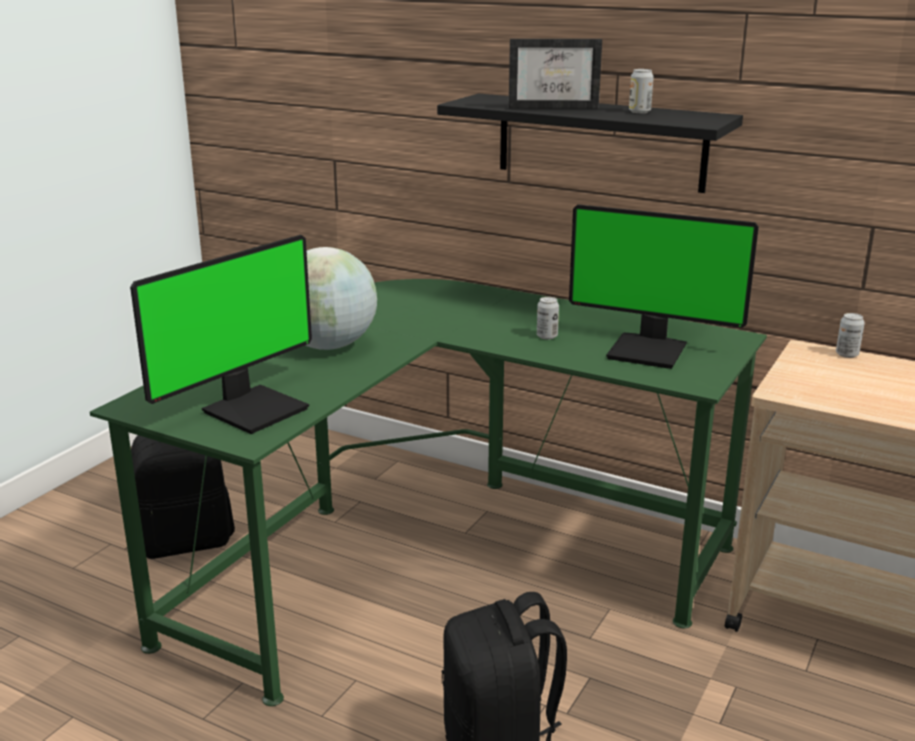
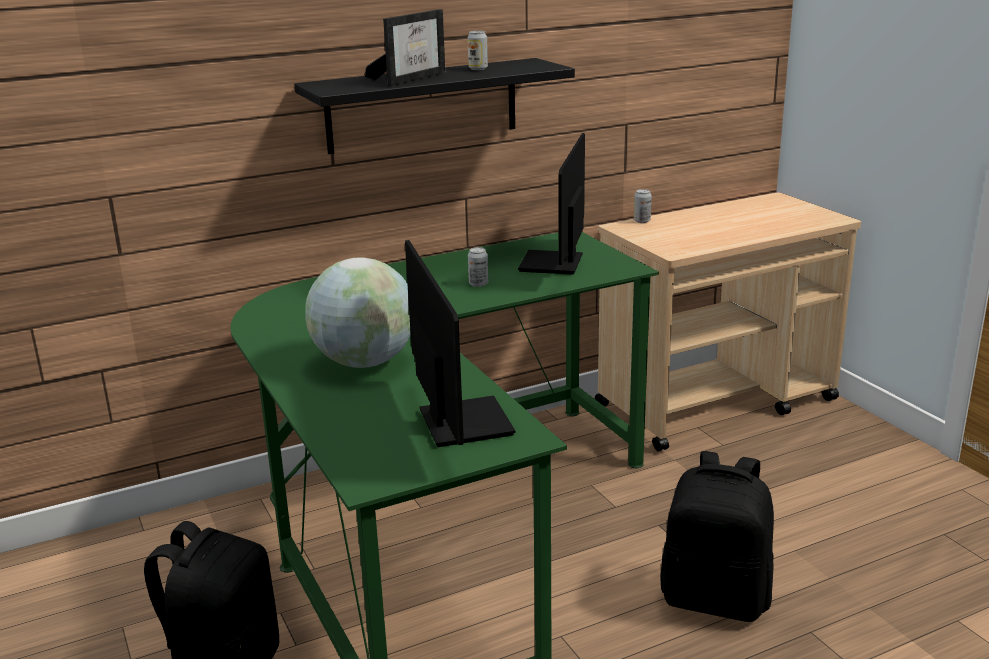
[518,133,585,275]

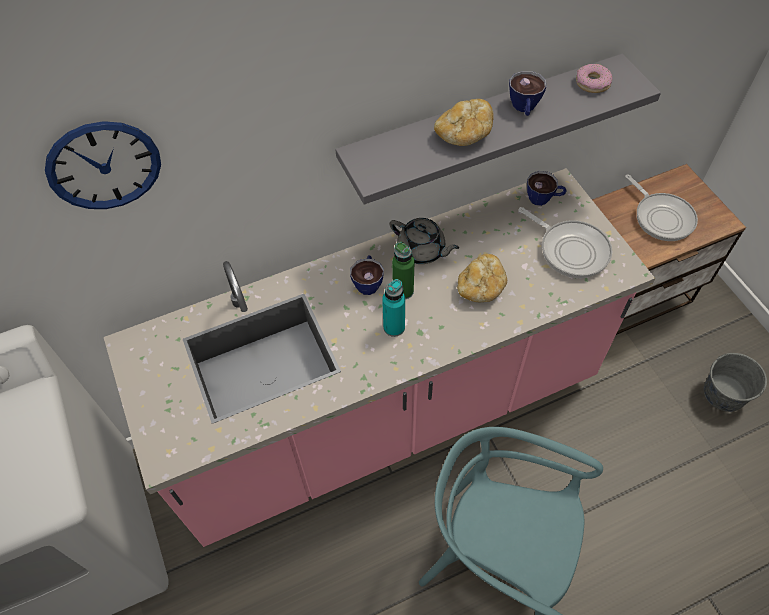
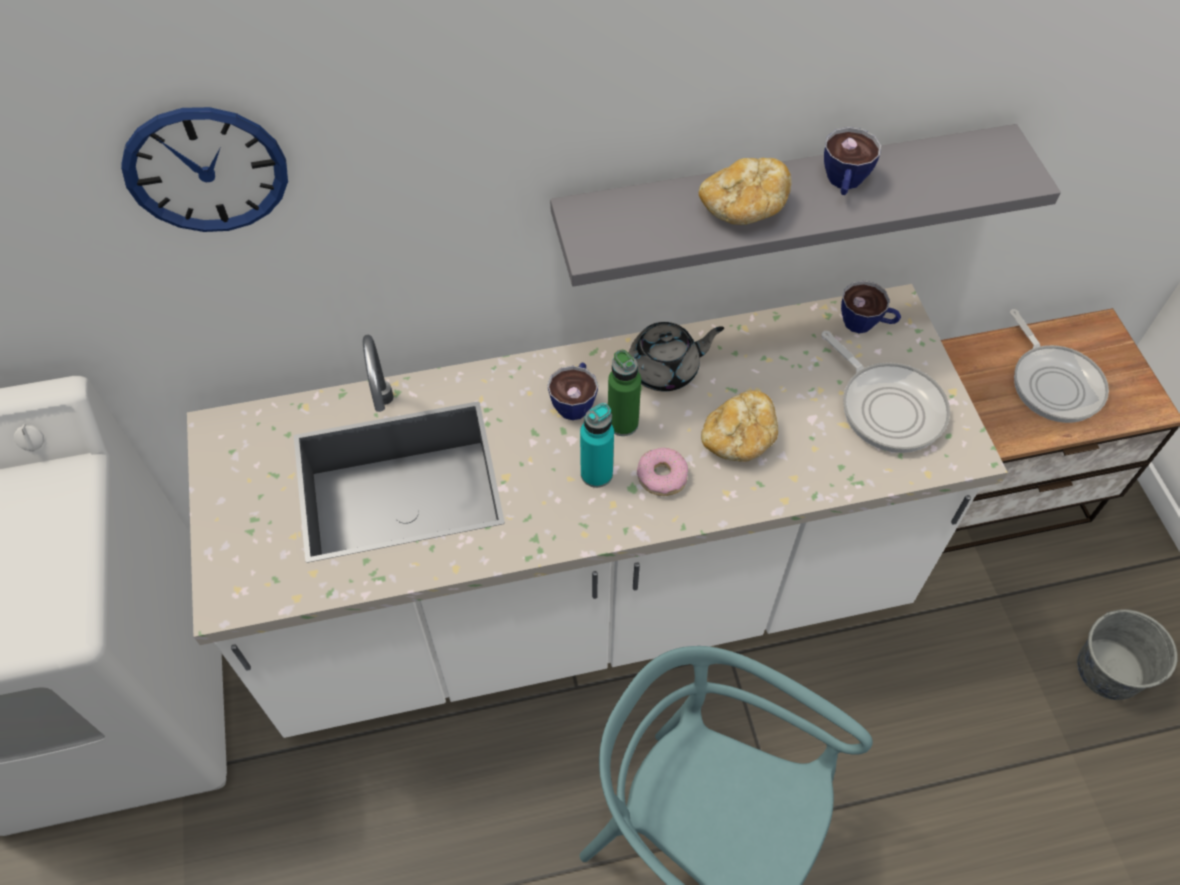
[637,448,688,496]
[187,284,1008,738]
[628,322,724,391]

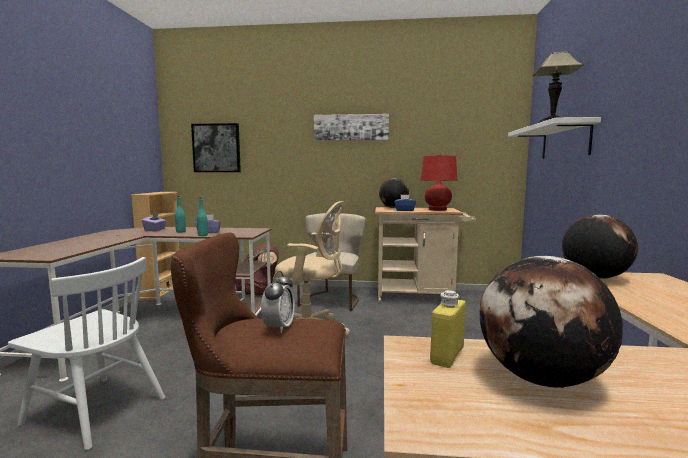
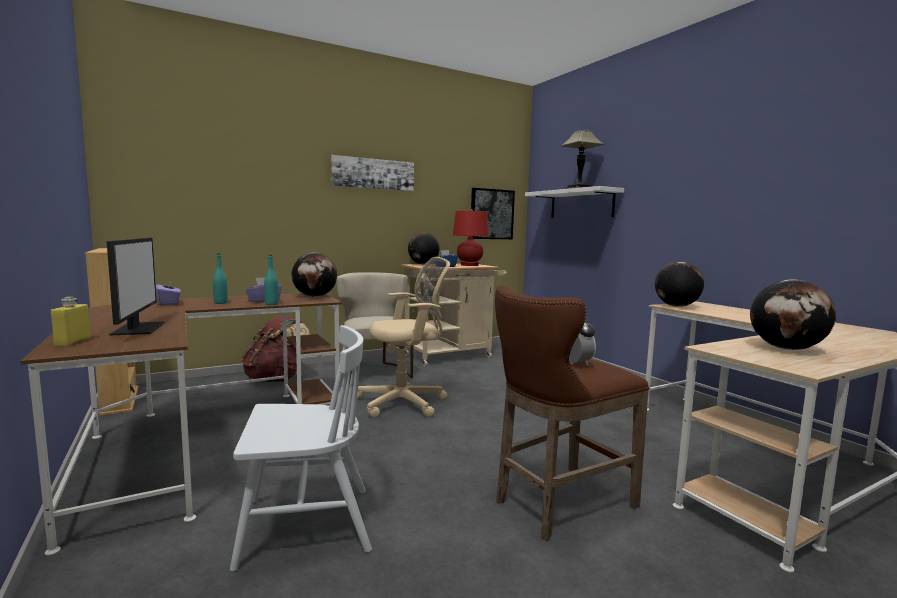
[107,238,165,336]
[292,252,337,297]
[471,188,515,239]
[51,297,91,346]

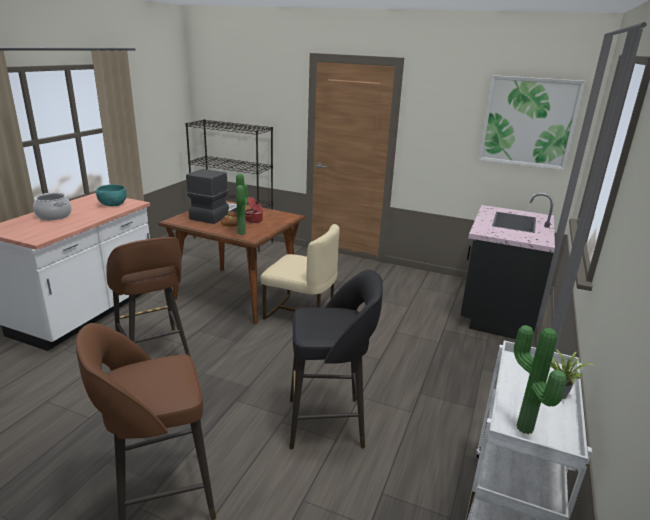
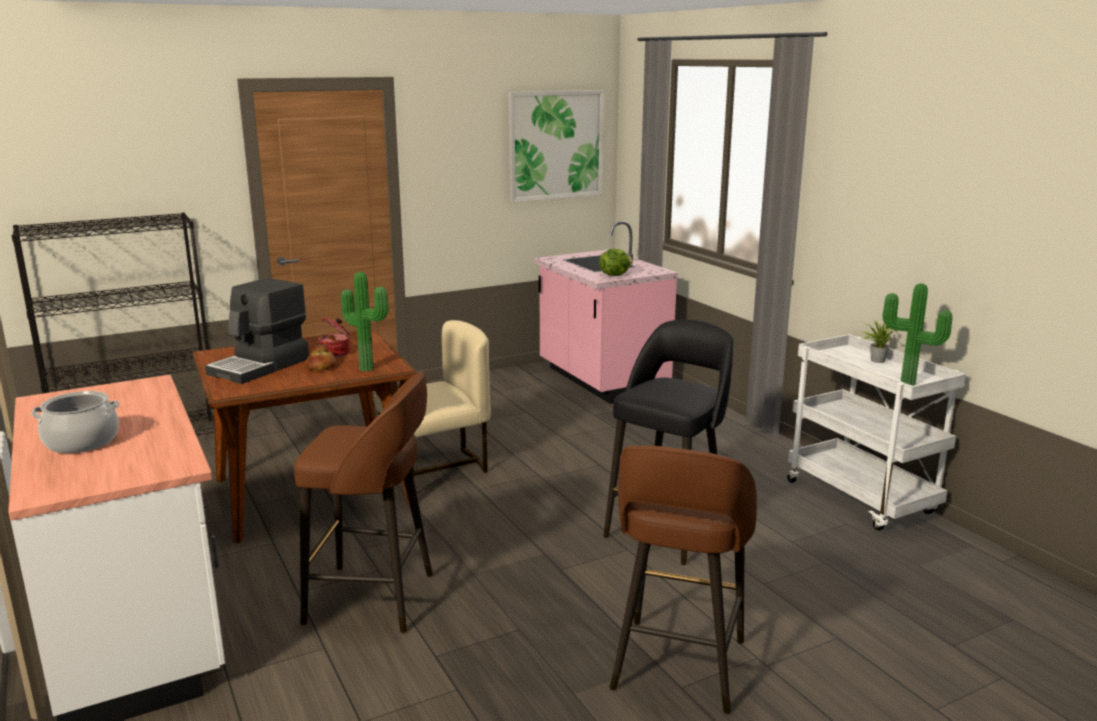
[96,185,127,206] (first image)
[599,249,633,276]
[534,221,678,404]
[205,278,309,384]

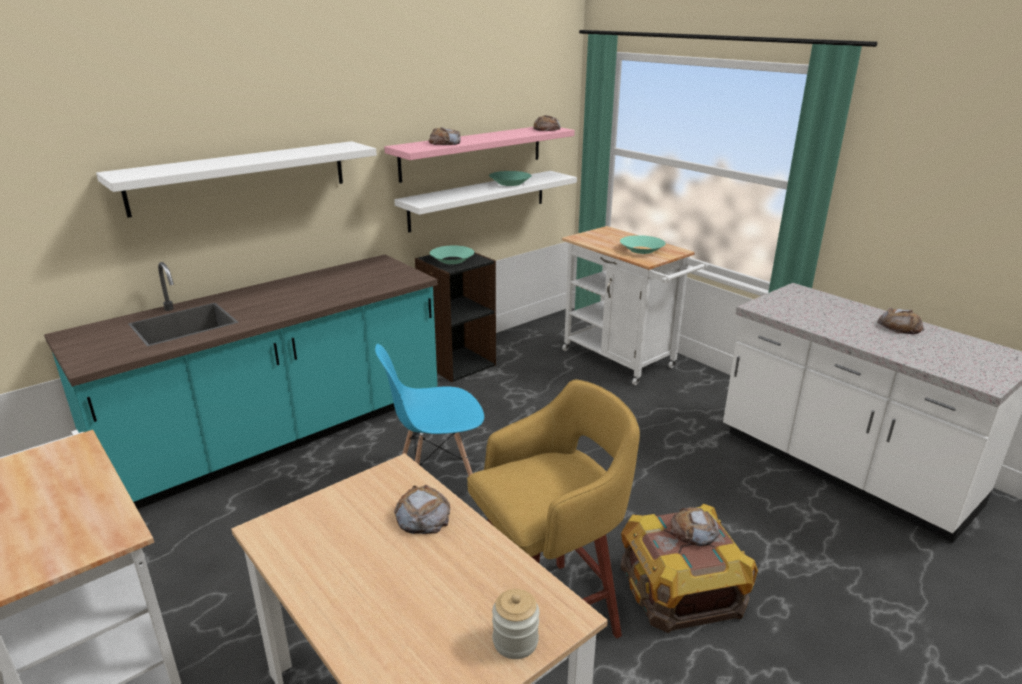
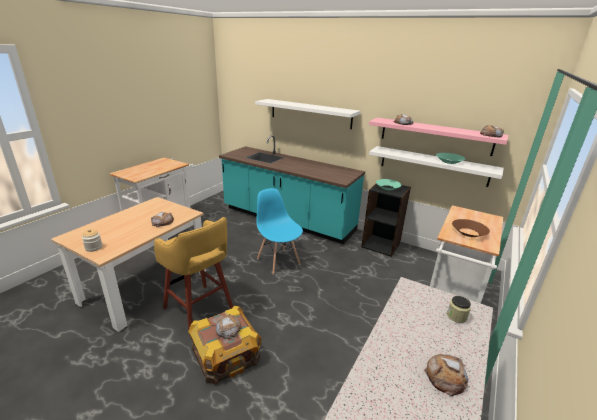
[447,296,471,323]
[452,219,490,237]

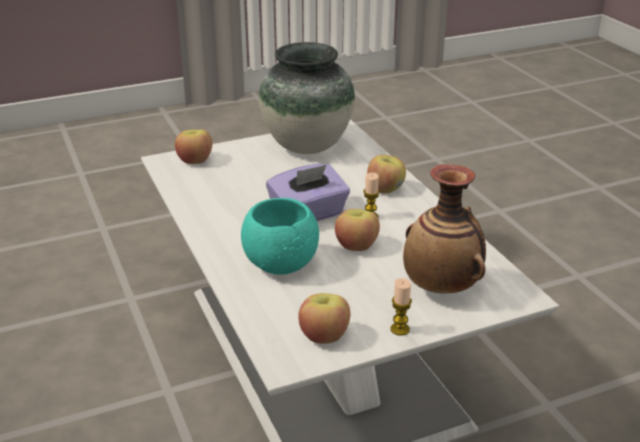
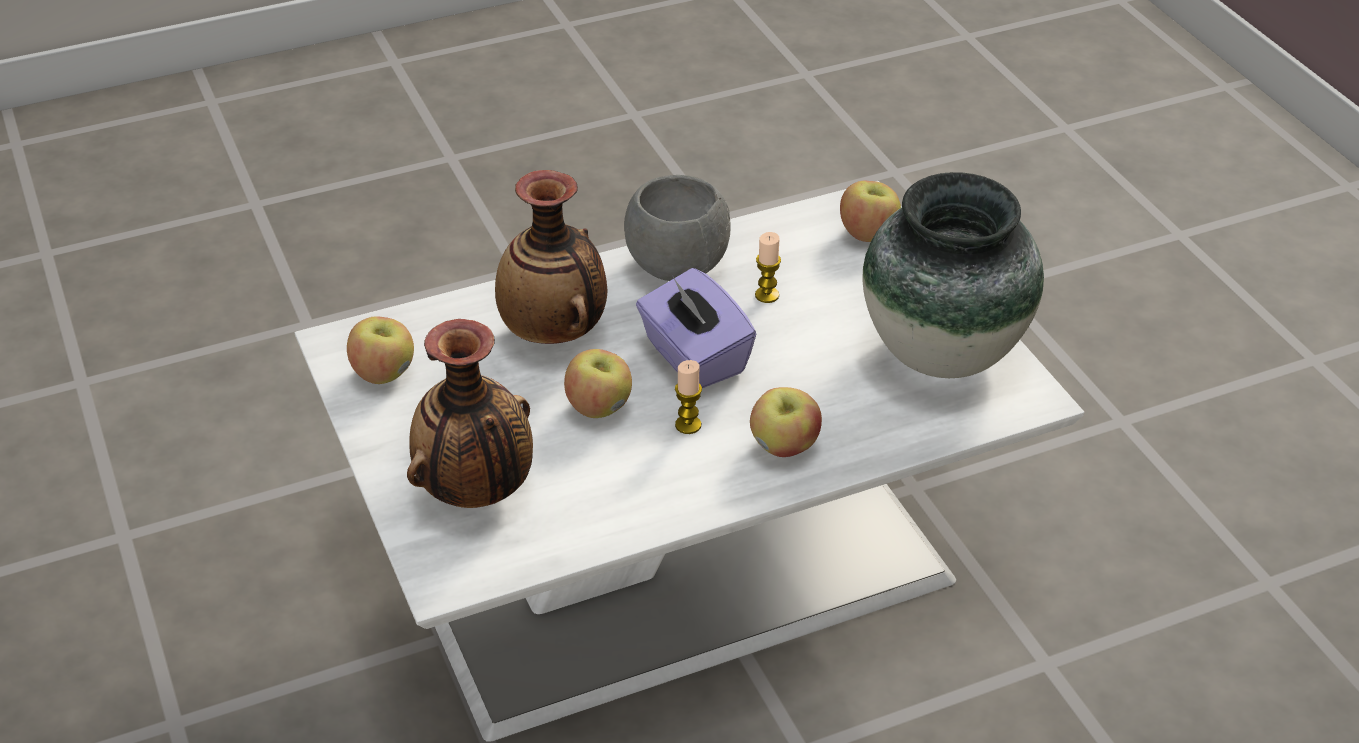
[624,175,731,281]
[755,232,781,303]
[495,170,607,344]

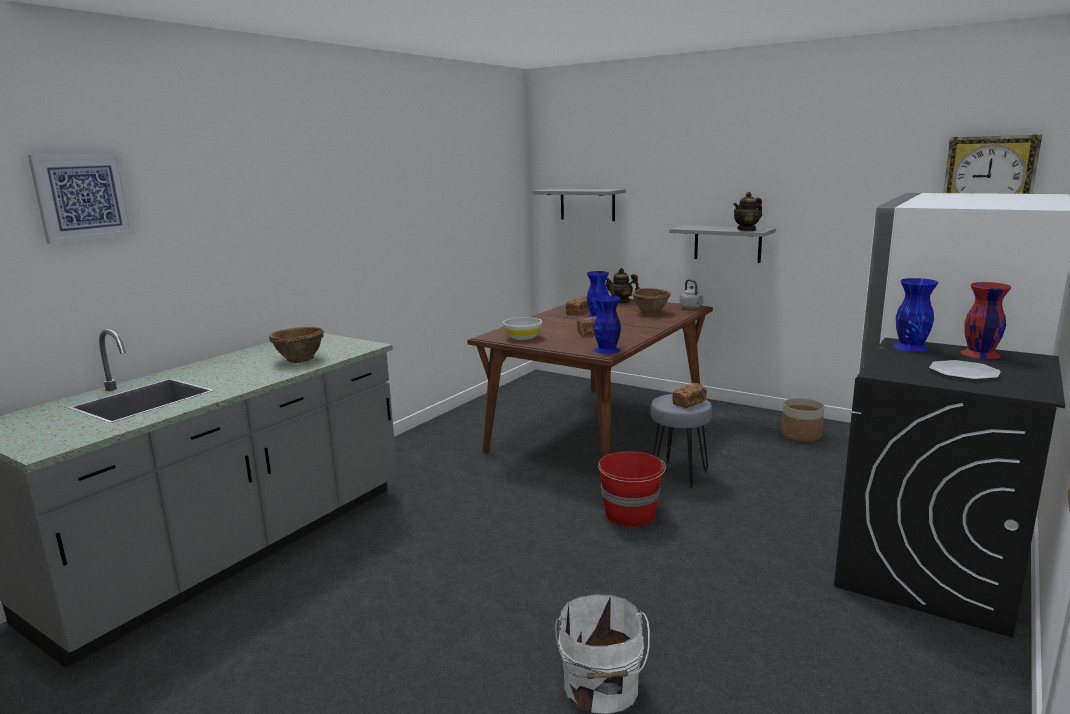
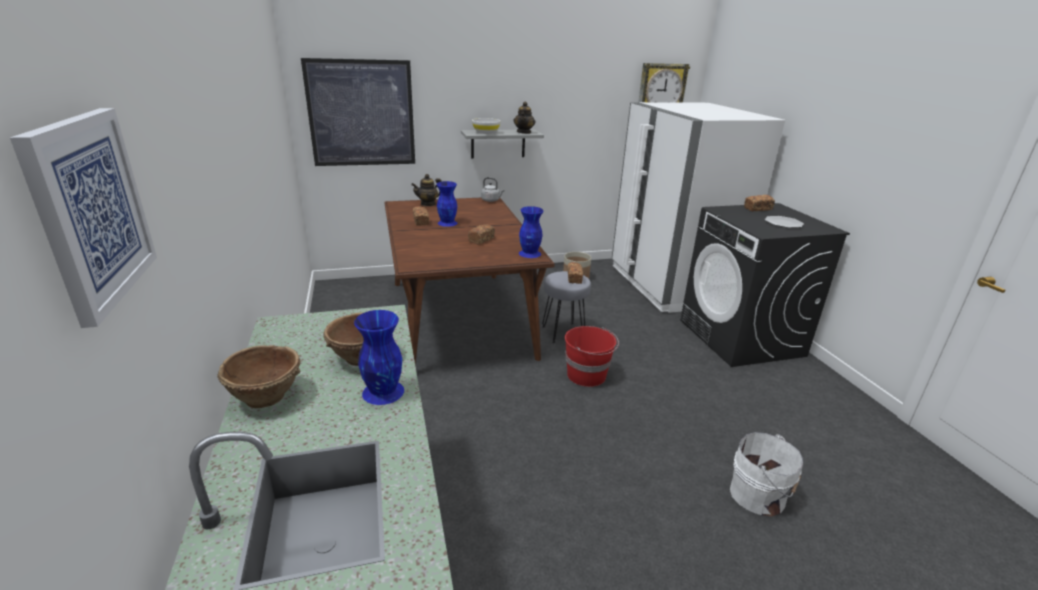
[472,118,500,134]
[217,345,301,408]
[354,310,404,405]
[301,58,415,166]
[744,195,775,211]

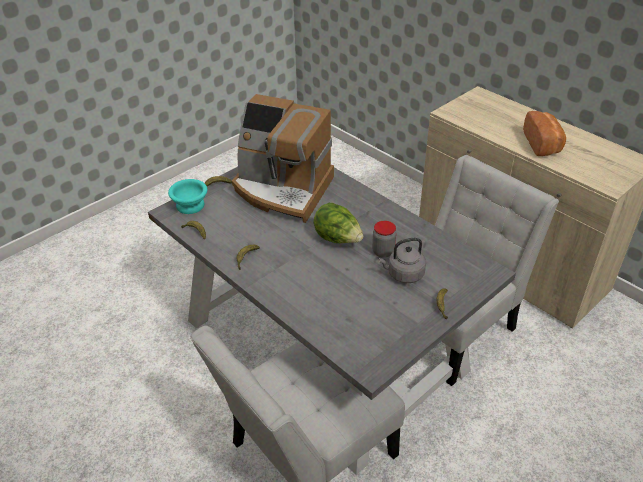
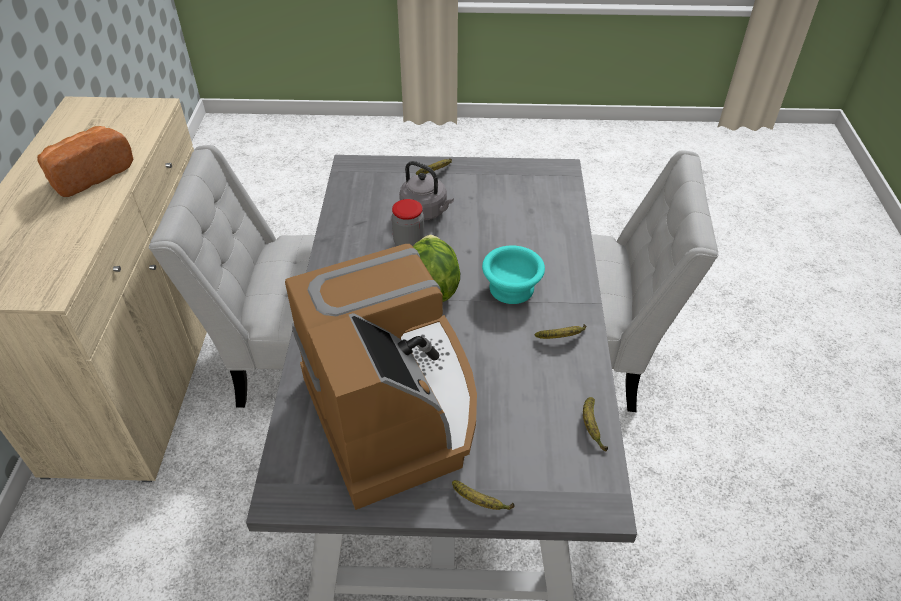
[482,246,545,304]

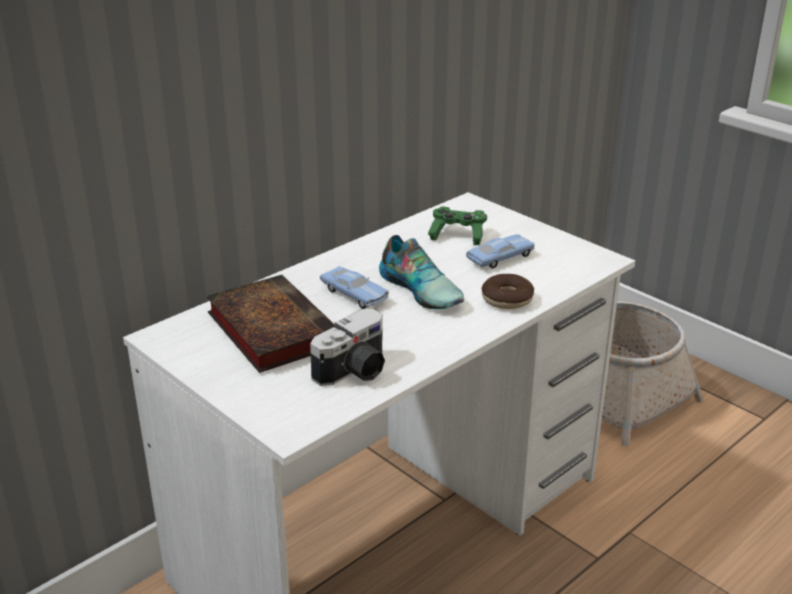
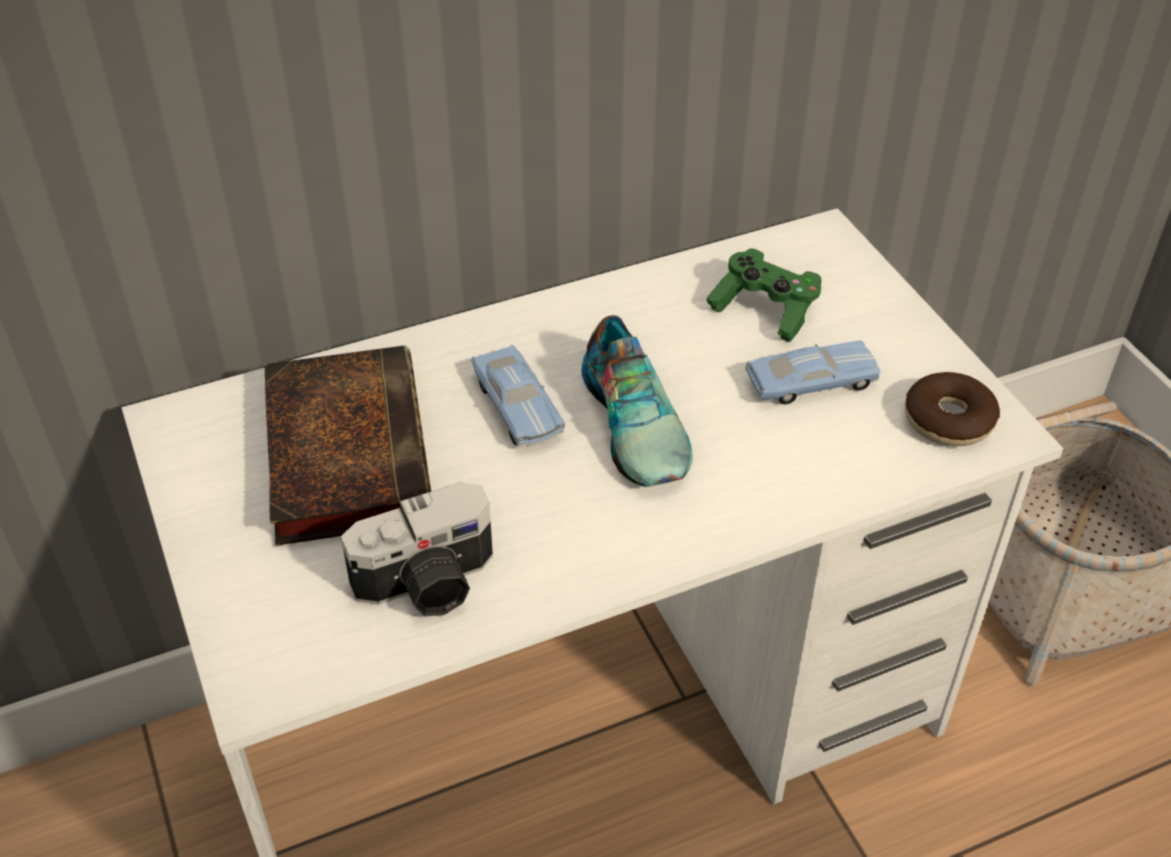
[905,372,1000,446]

